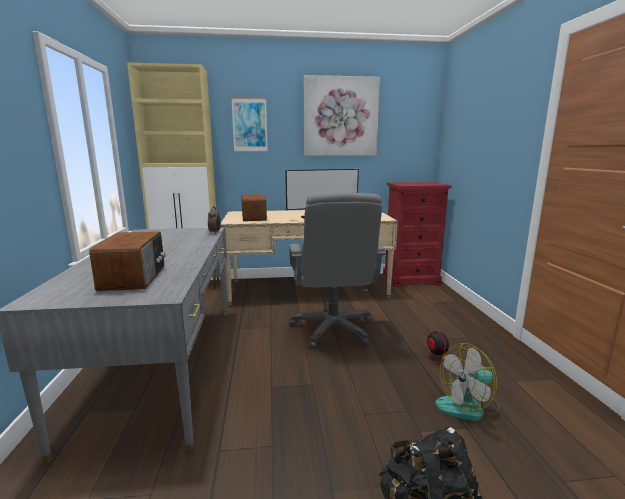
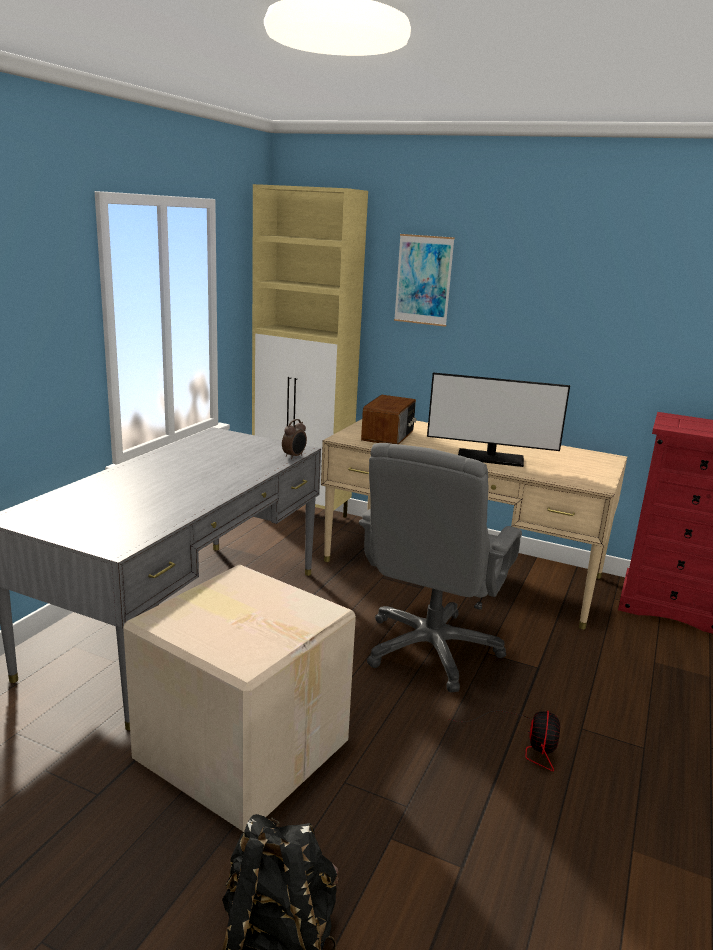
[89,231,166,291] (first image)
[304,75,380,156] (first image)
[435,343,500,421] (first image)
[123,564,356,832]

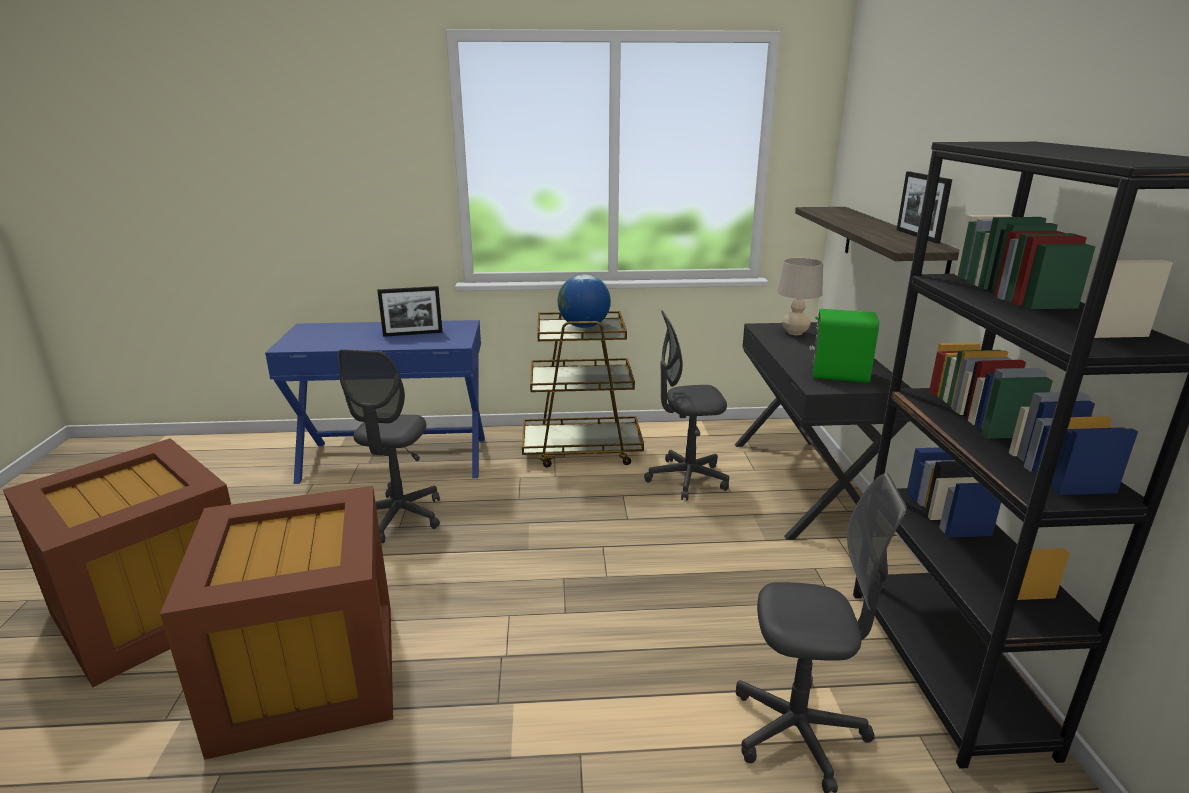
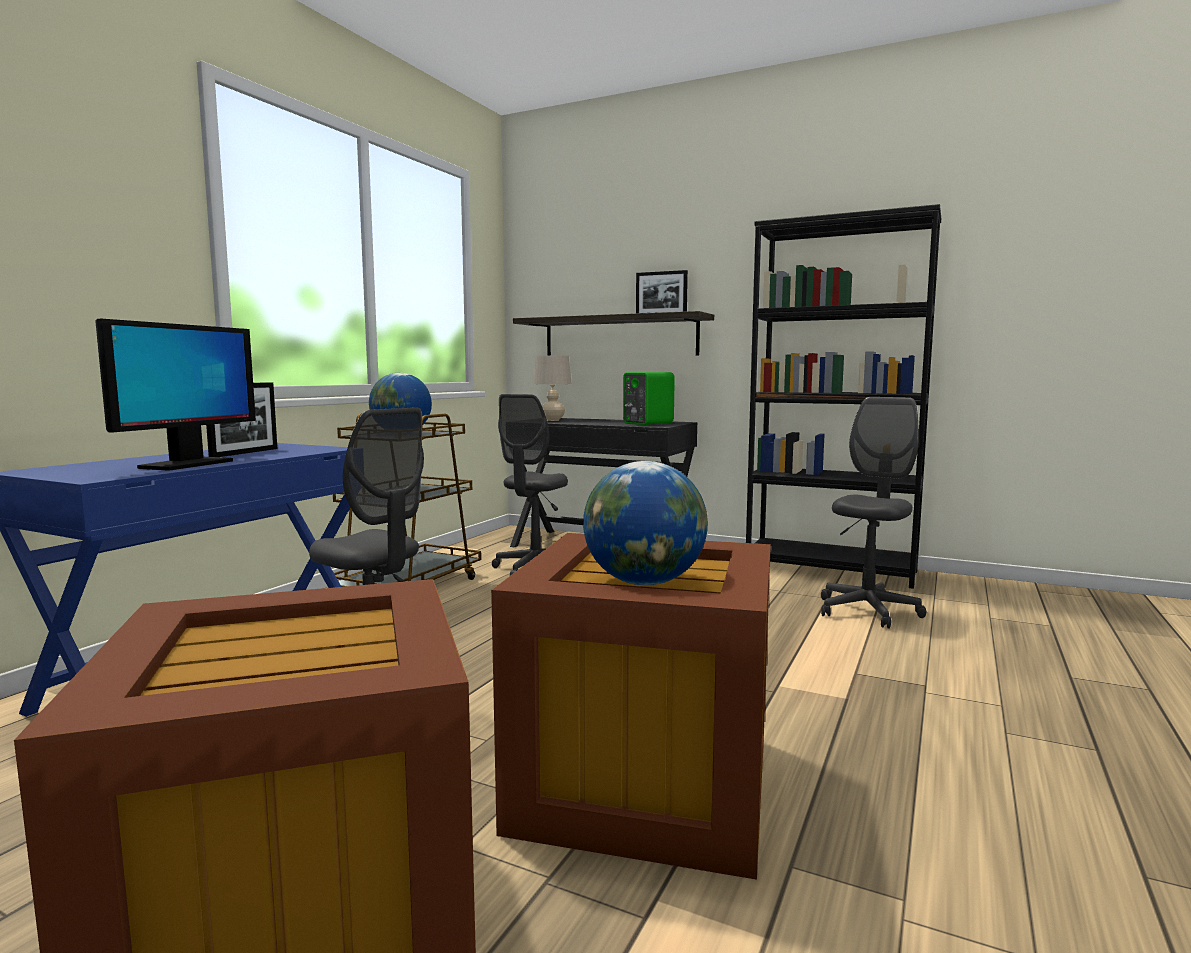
[95,319,256,471]
[583,461,708,585]

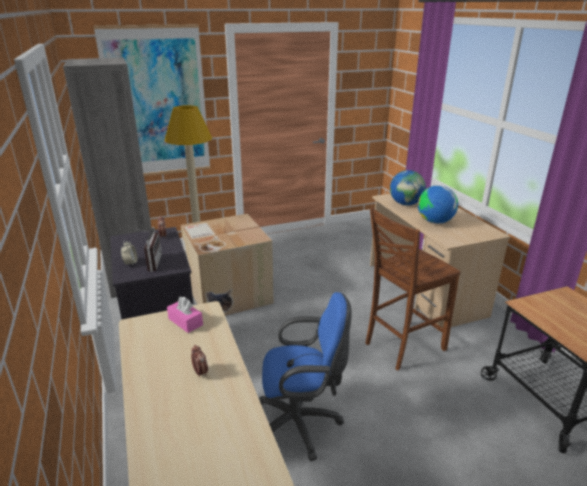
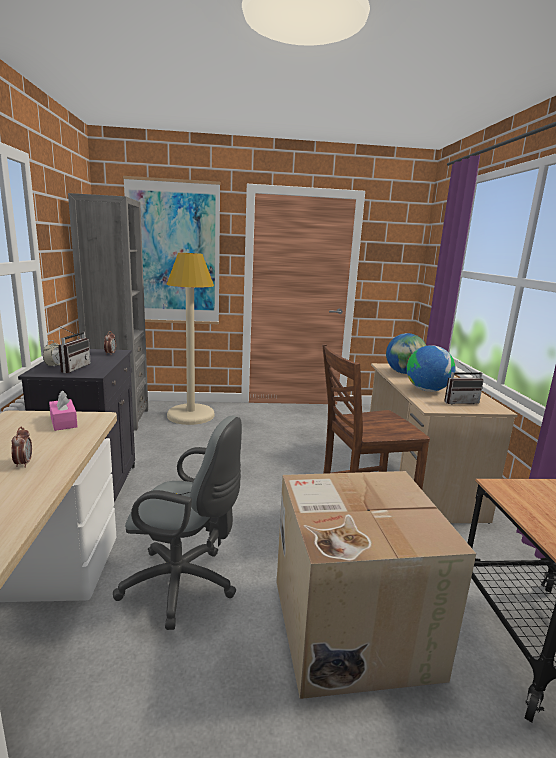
[444,361,484,404]
[277,471,476,699]
[113,416,242,630]

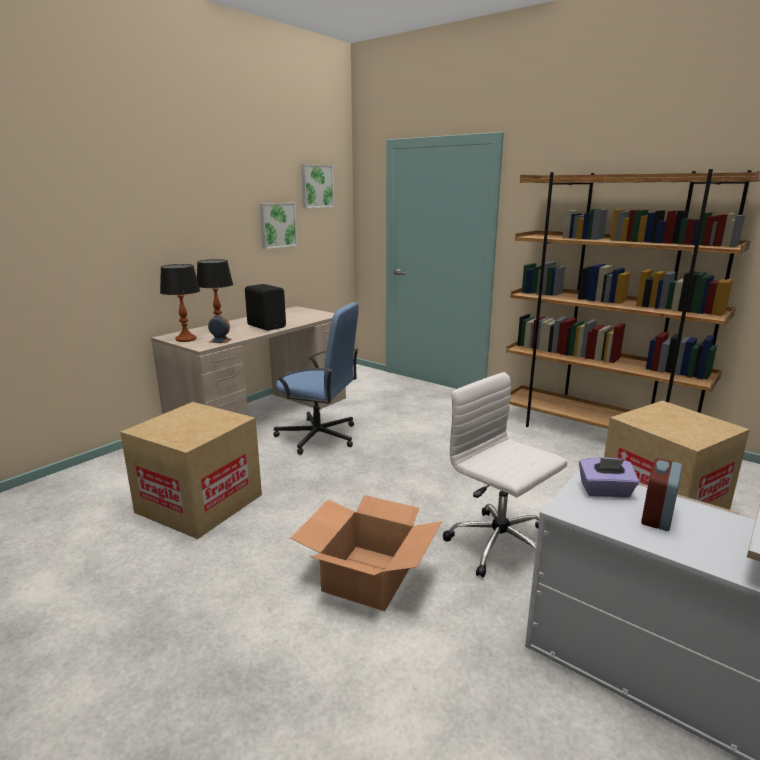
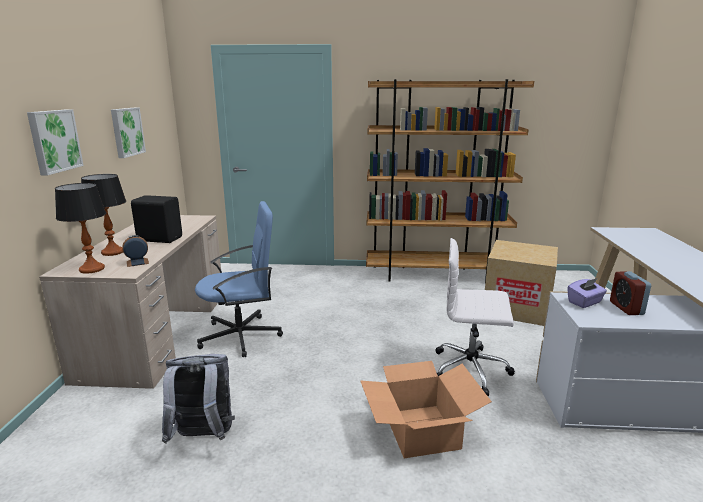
[27,109,84,175]
[162,354,235,444]

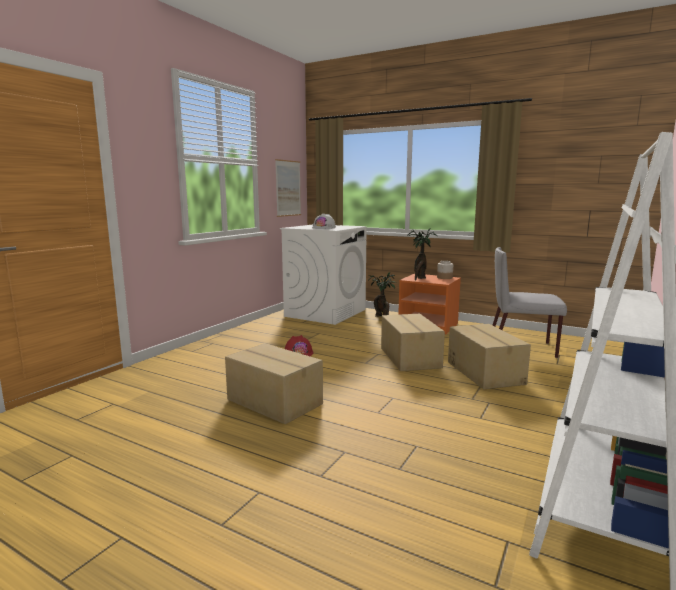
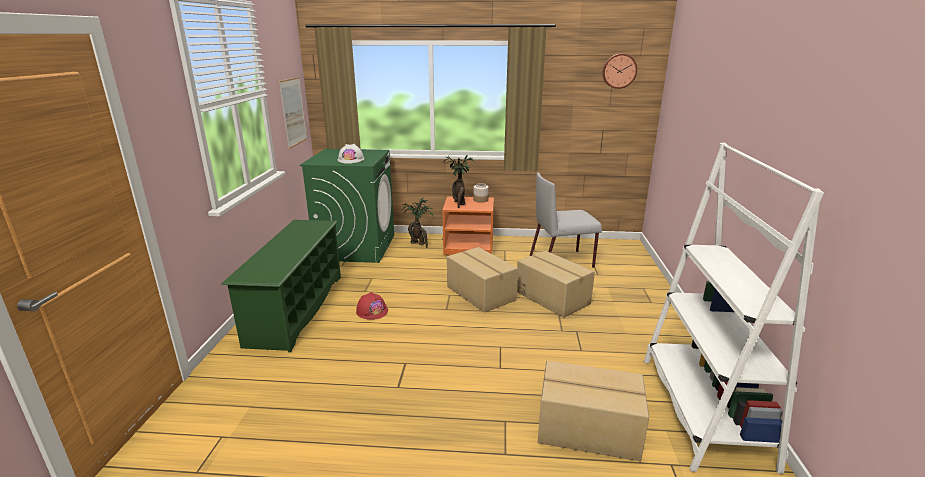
[221,220,341,352]
[602,54,637,89]
[538,361,649,461]
[300,149,394,263]

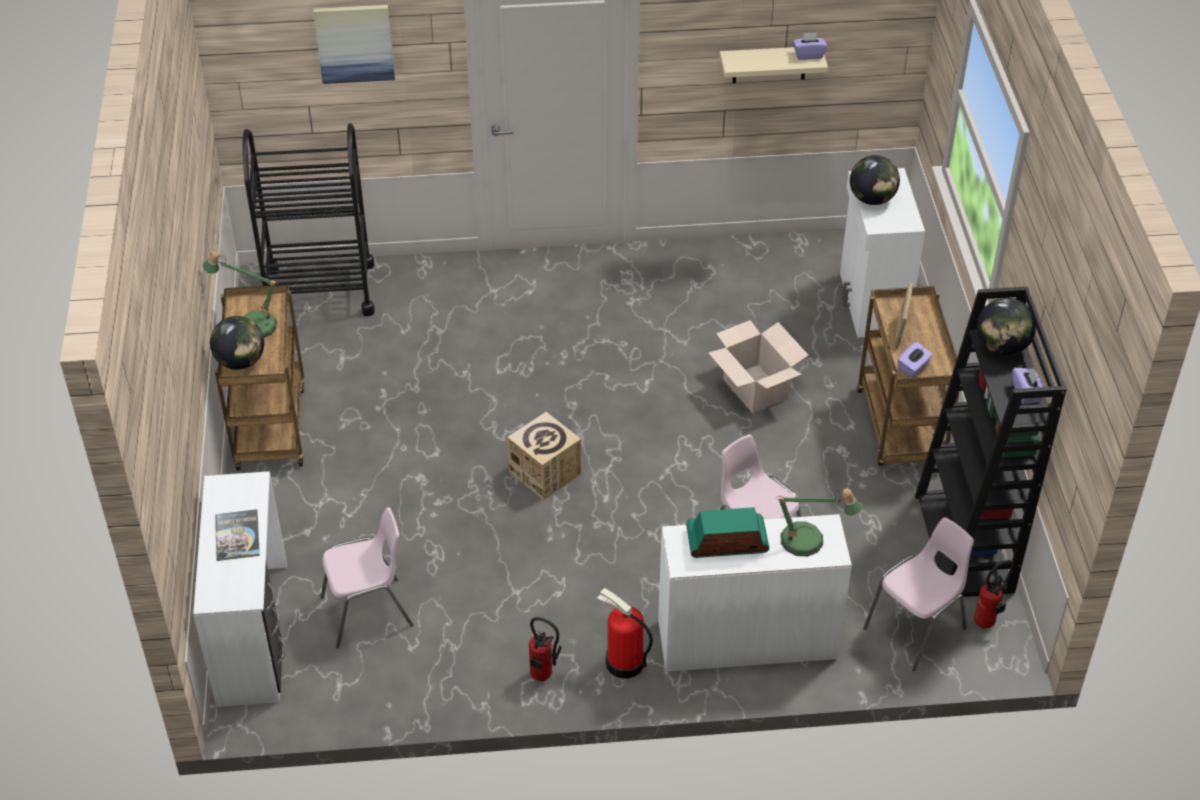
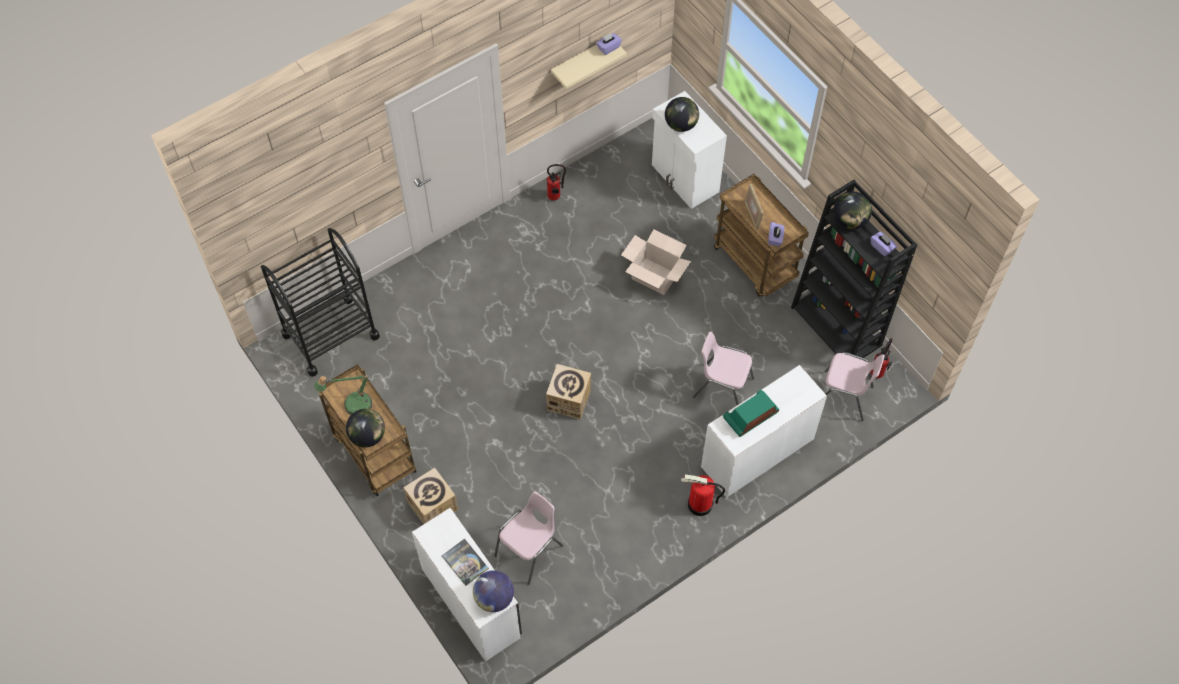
[313,5,395,84] (first image)
[776,488,863,556] (first image)
[403,468,458,524]
[473,570,514,612]
[547,164,566,200]
[825,352,885,421]

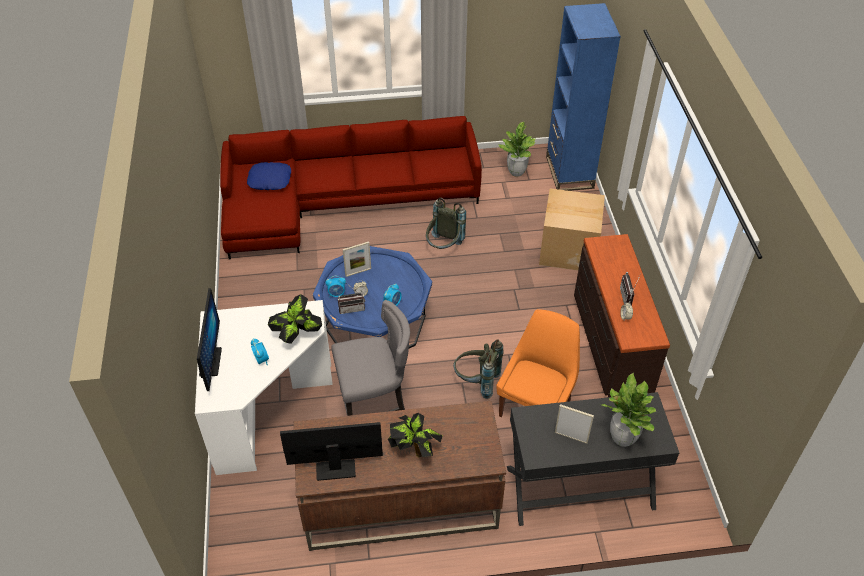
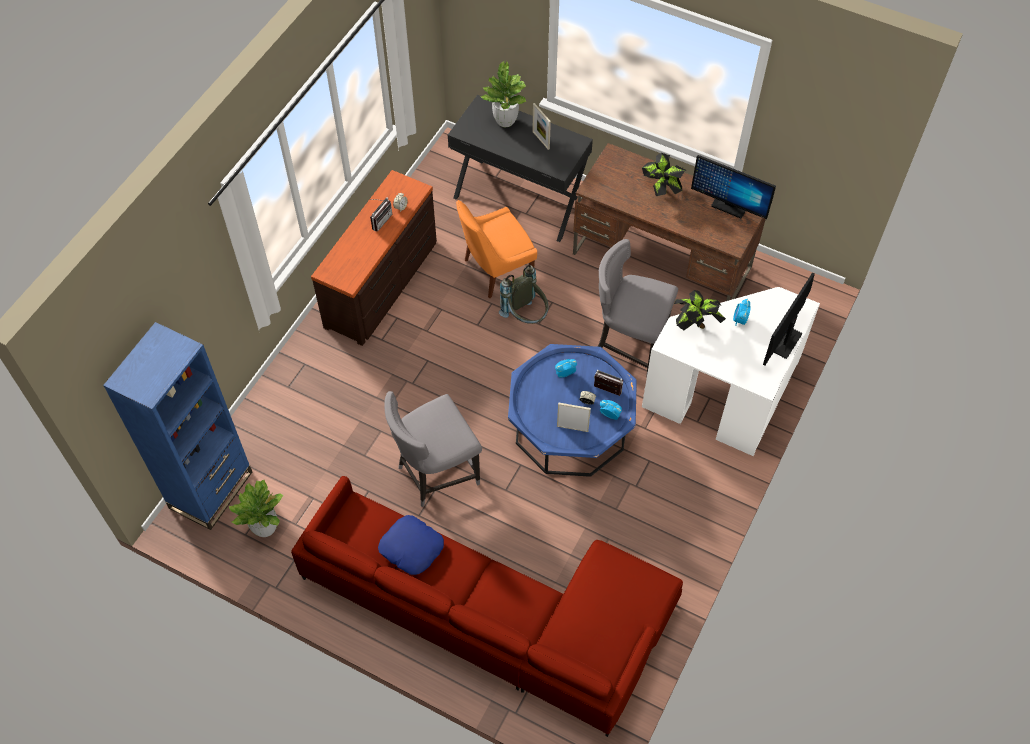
[539,188,605,270] (first image)
[378,515,444,575]
[384,391,482,507]

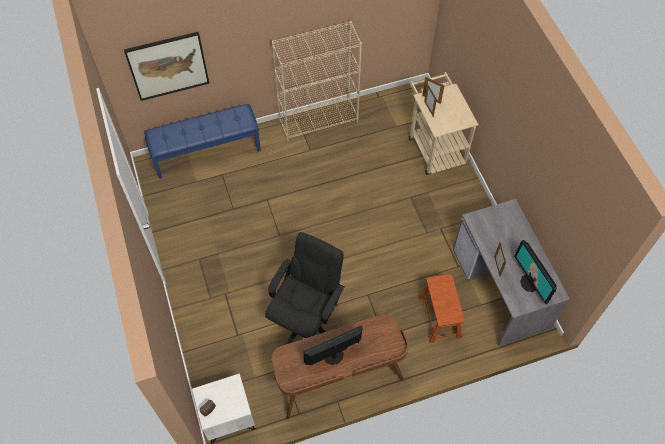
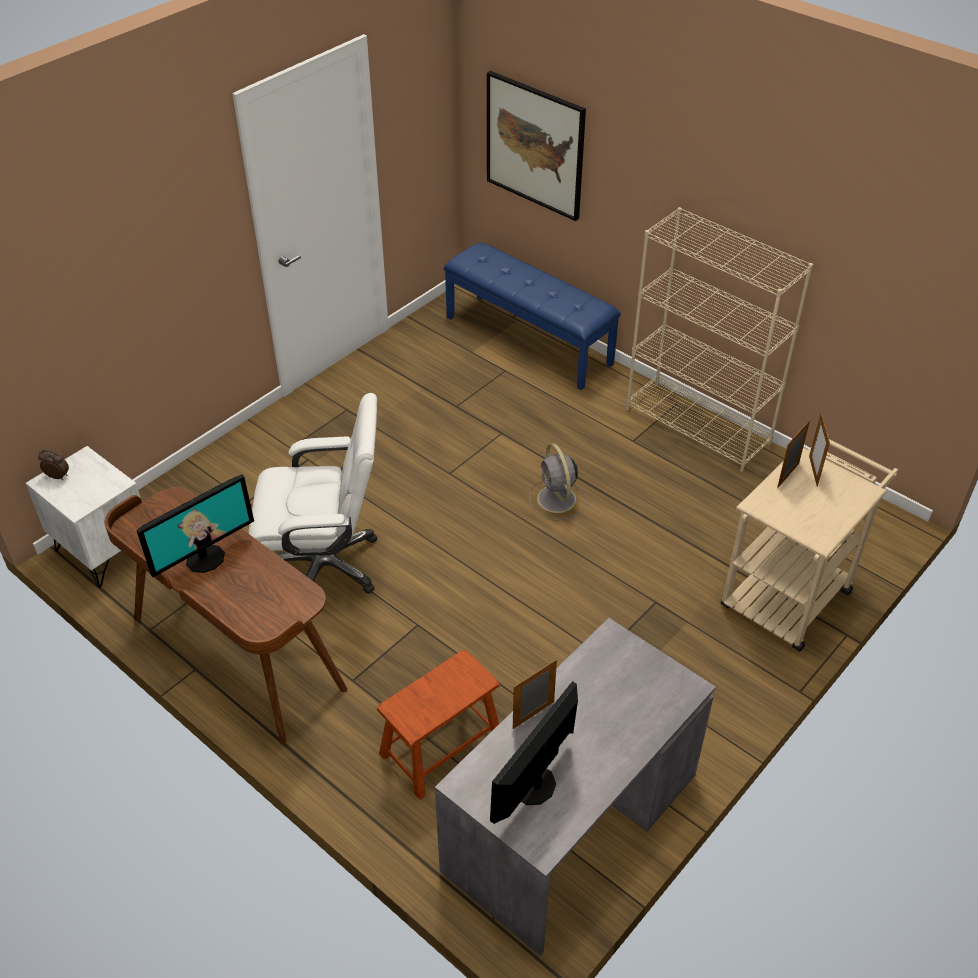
[529,444,587,521]
[248,393,377,594]
[136,474,254,577]

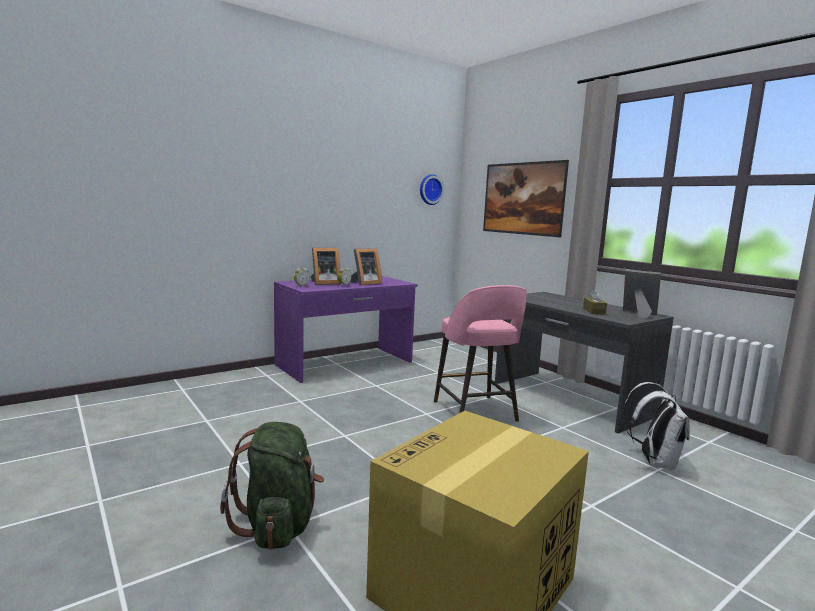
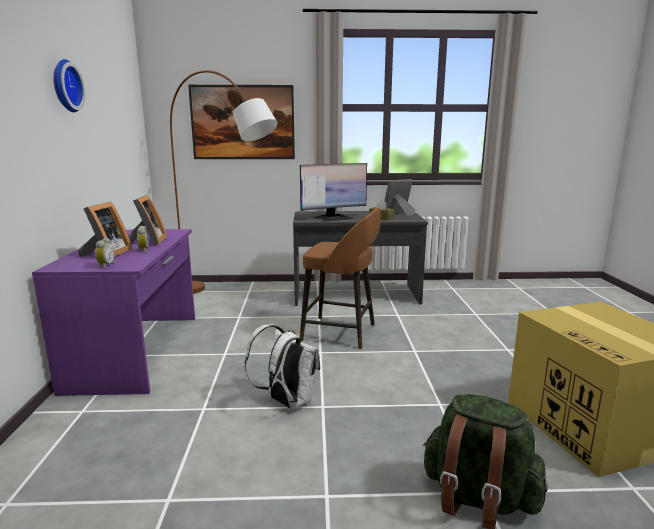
[170,70,278,294]
[300,163,367,222]
[53,59,85,112]
[245,324,320,409]
[300,207,381,349]

